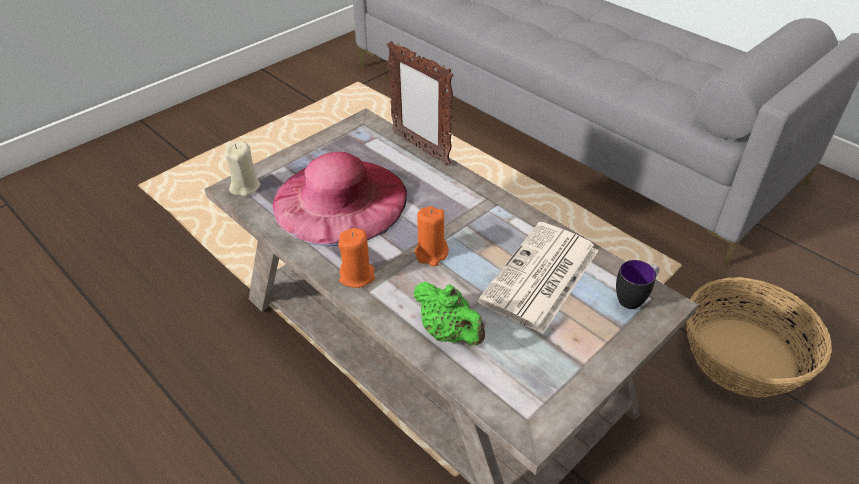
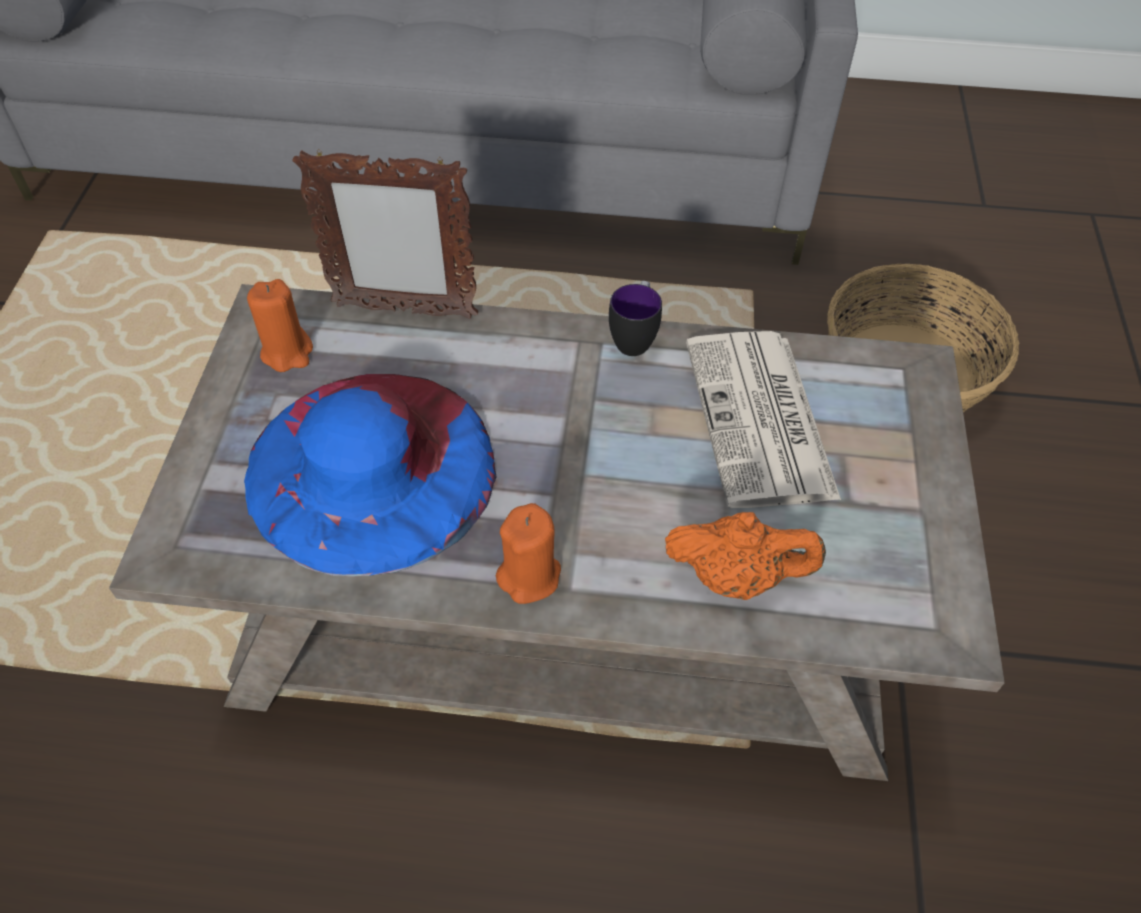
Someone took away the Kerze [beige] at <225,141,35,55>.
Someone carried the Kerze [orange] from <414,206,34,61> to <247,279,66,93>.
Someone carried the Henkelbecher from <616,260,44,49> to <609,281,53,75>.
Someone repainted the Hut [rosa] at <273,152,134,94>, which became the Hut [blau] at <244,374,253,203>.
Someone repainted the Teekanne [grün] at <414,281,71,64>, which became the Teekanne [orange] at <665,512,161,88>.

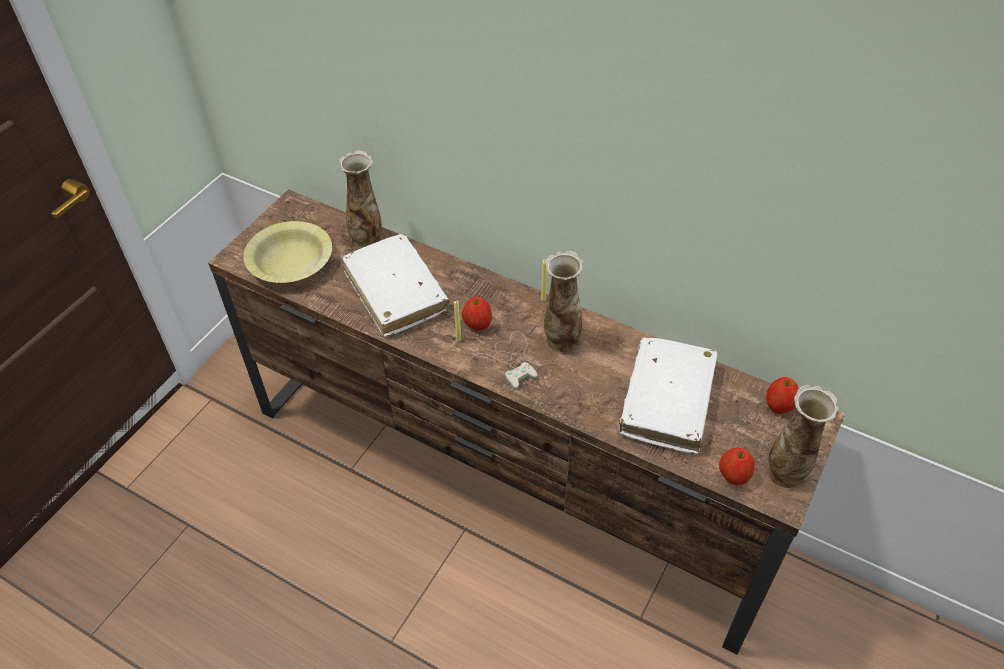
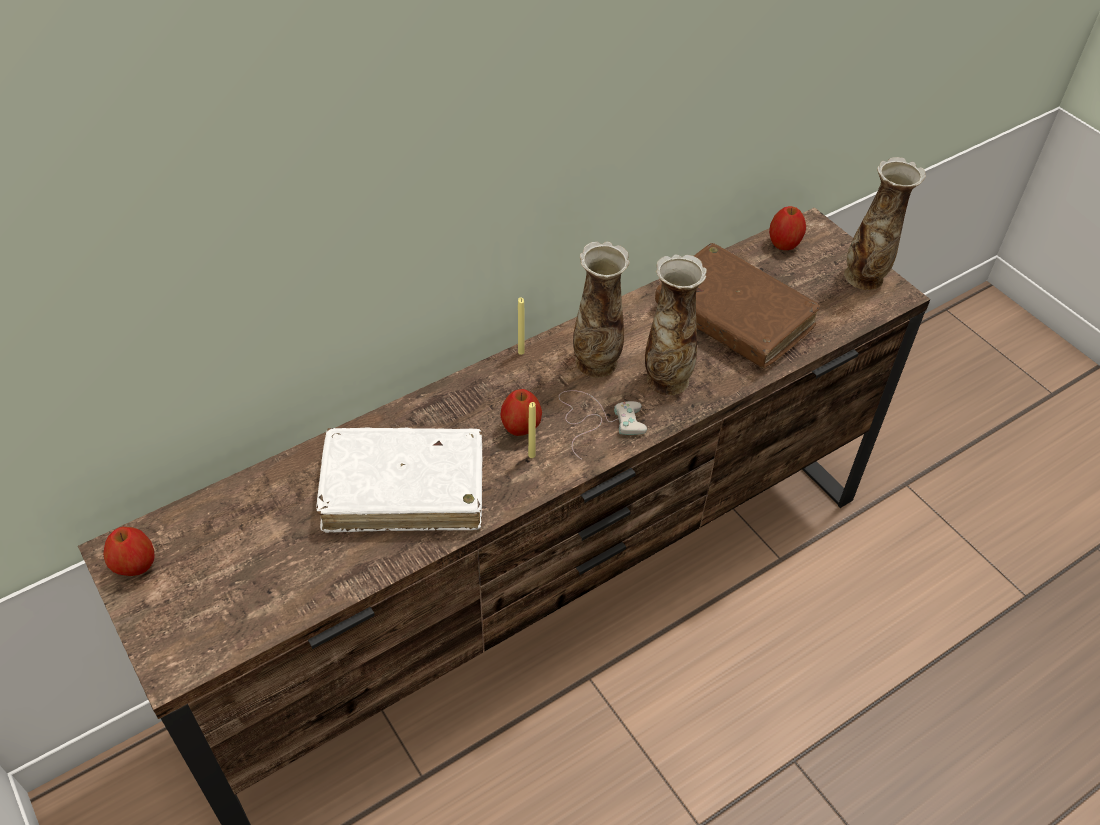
Someone took away the Schüssel [gelb] at <243,221,89,62>.
Someone carried the Vase from <338,150,44,99> to <645,255,62,140>.
Someone carried the Apfel from <719,448,36,37> to <103,527,52,49>.
Someone repainted the Buch [weiß] at <618,337,99,117>, which became the Buch [braun] at <655,243,165,125>.

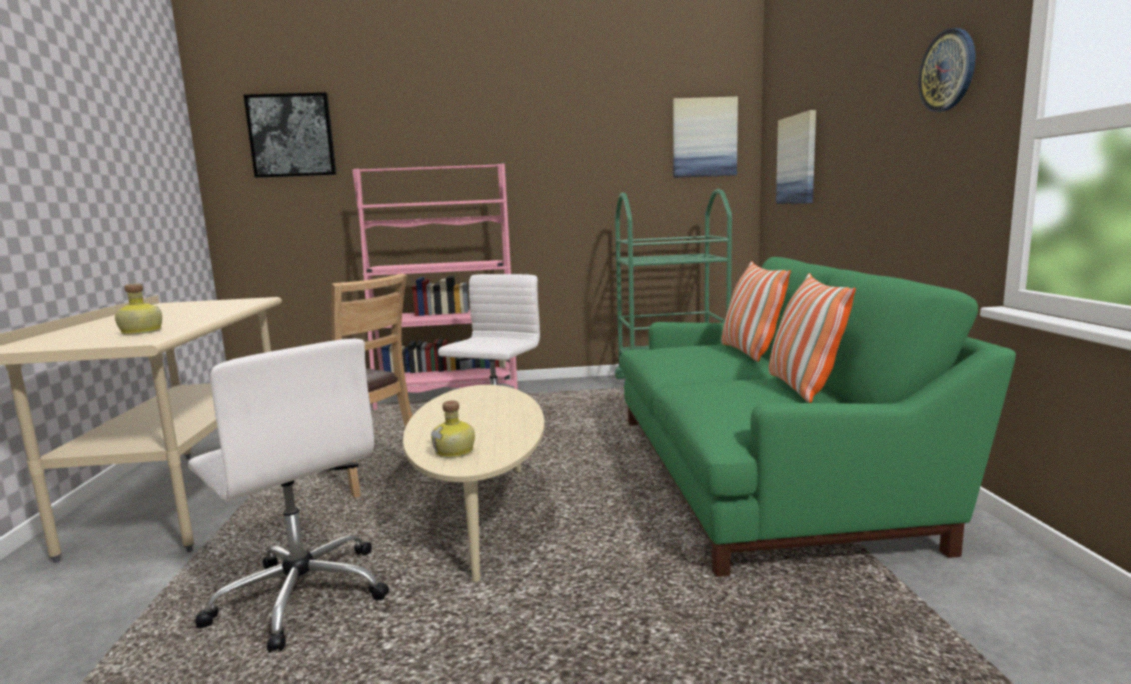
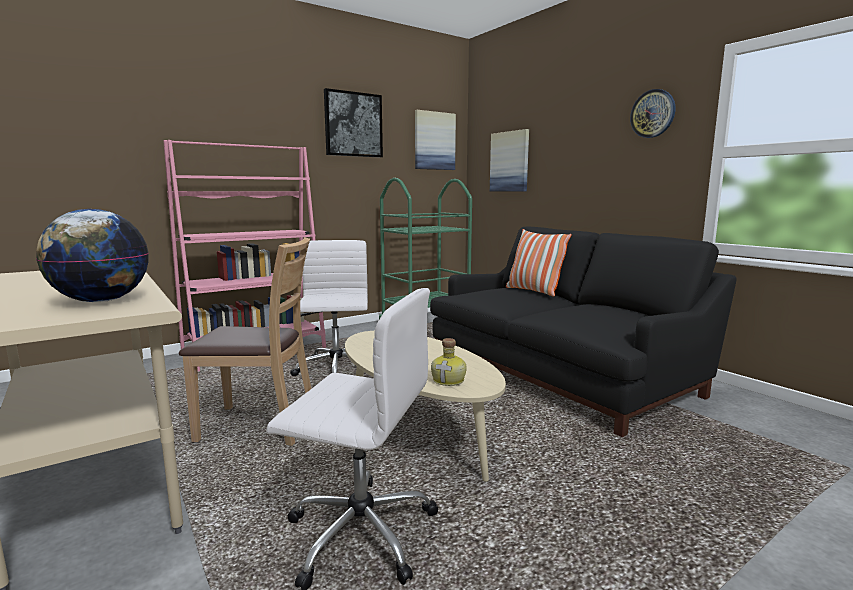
Someone took away the Kissen at <769,273,87,130>.
Someone carried the Bild from <244,92,93,86> to <324,88,59,70>.
Someone swapped the Flasche at <115,284,47,51> for the Globus at <36,209,113,93>.
Someone repainted the Sofa [grün] at <620,257,396,320>, which became the Sofa [schwarz] at <430,227,306,210>.

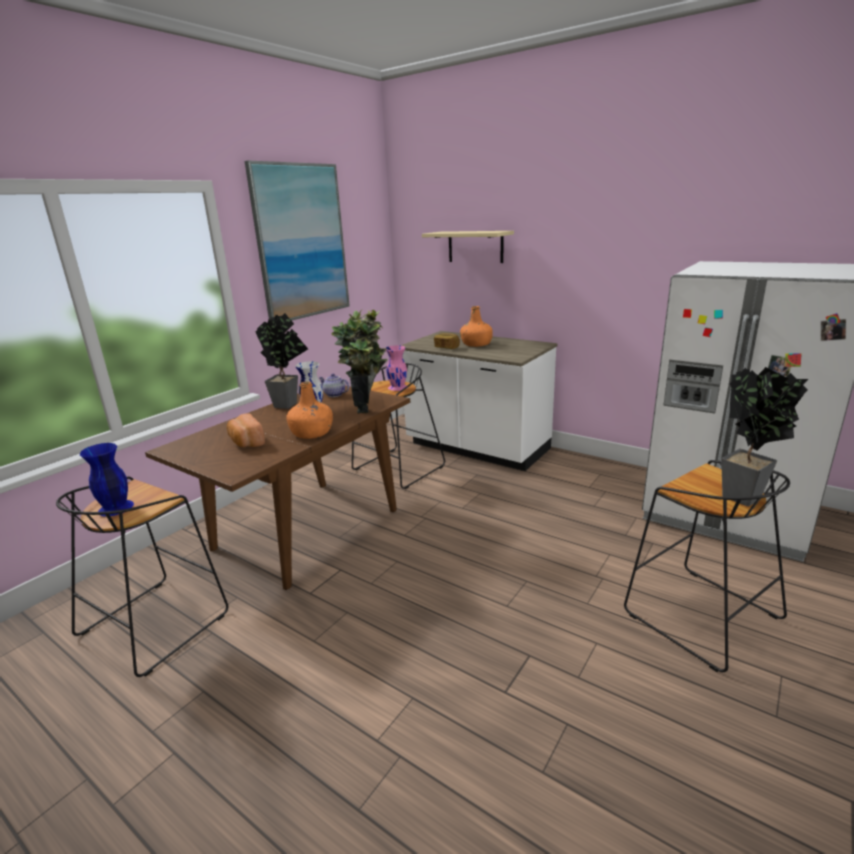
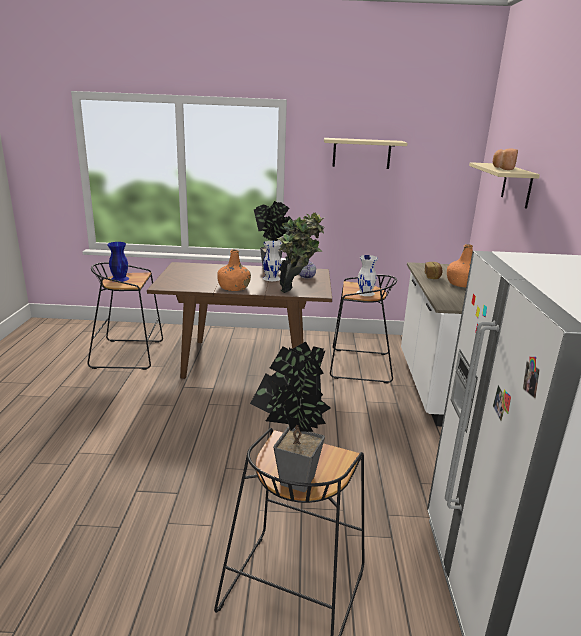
Someone carried the Brot from <227,413,38,34> to <493,149,25,21>.
Someone swapped the Bild at <245,161,105,160> for the Wandregal [beige] at <324,138,84,31>.
Someone repainted the Vase [rosa] at <386,345,21,46>, which became the Vase [weiß] at <357,255,21,41>.

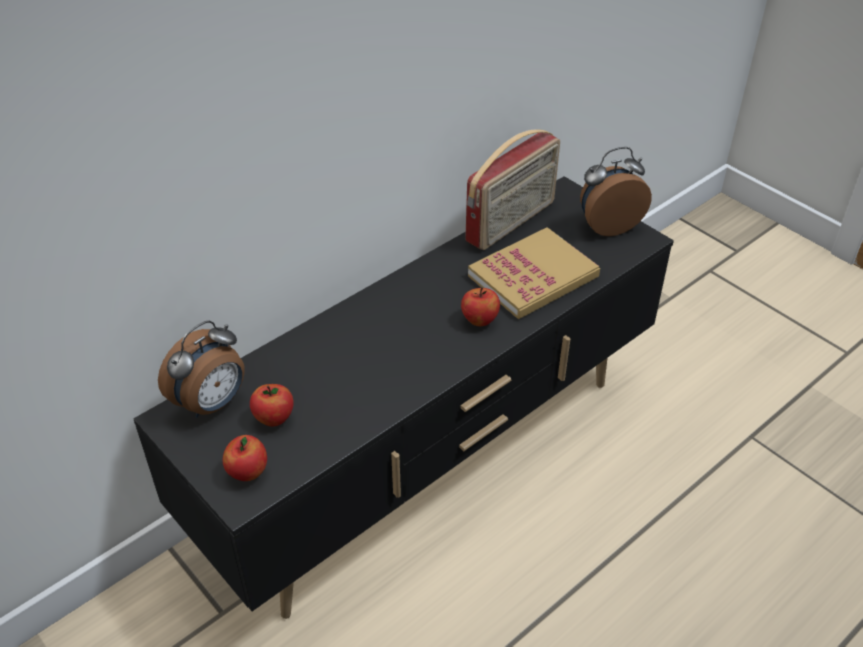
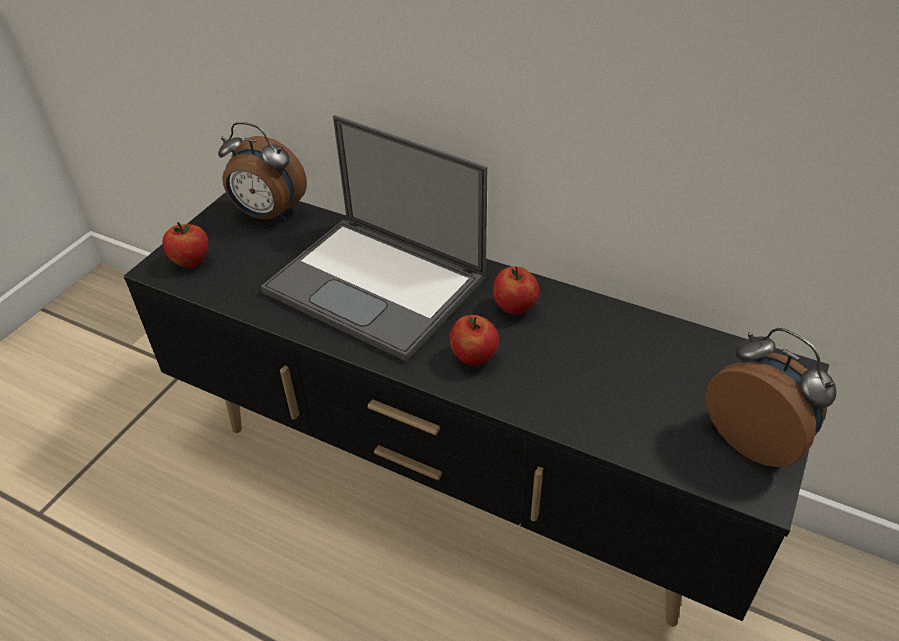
Someone took away the Radio at <465,129,95,121>.
Someone took away the Buch at <468,227,132,92>.
Someone put down the Laptop at <261,115,226,247>.
Someone carried the Apfel from <250,384,44,43> to <493,266,46,49>.

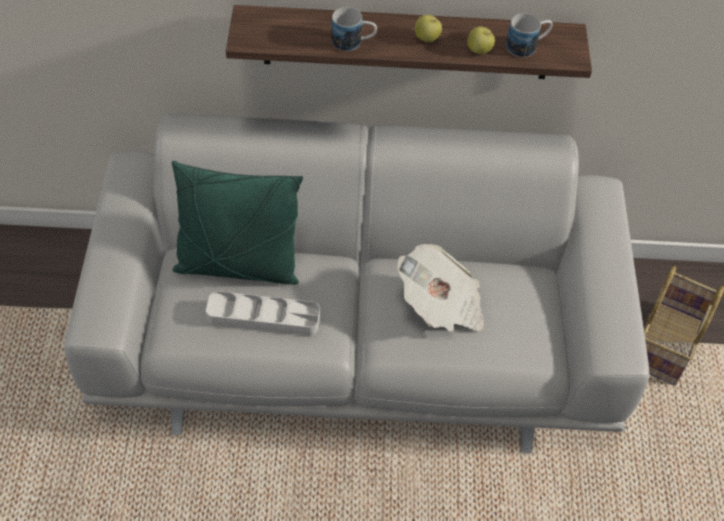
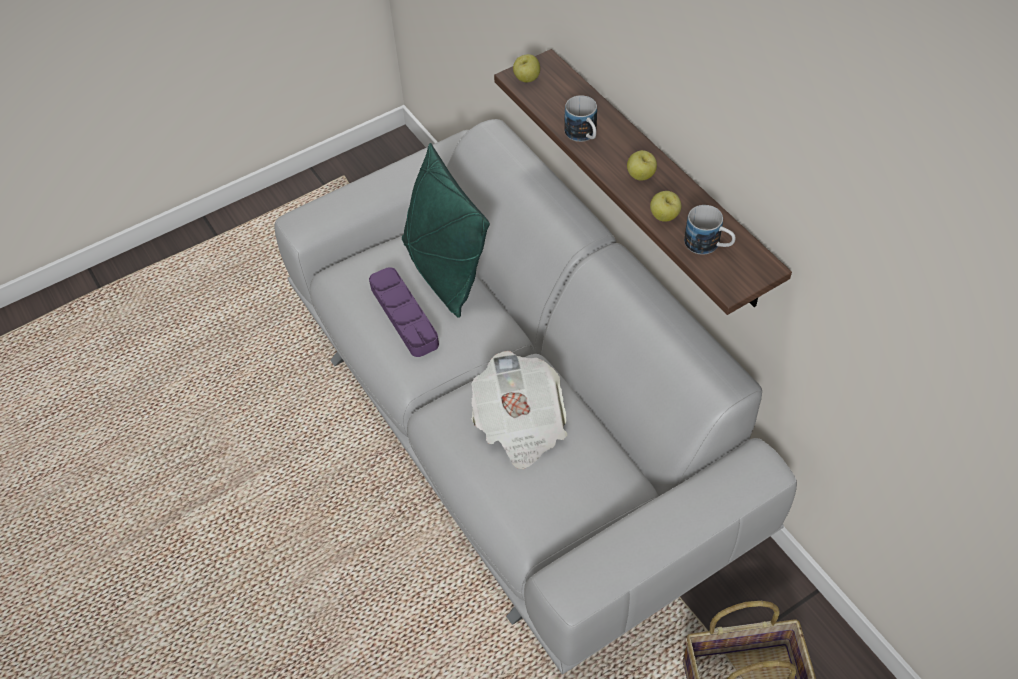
Someone put down the Apfel at <513,54,27,28>.
Someone repainted the Tablett [grau] at <206,291,114,45>, which became the Tablett [lila] at <369,267,70,90>.

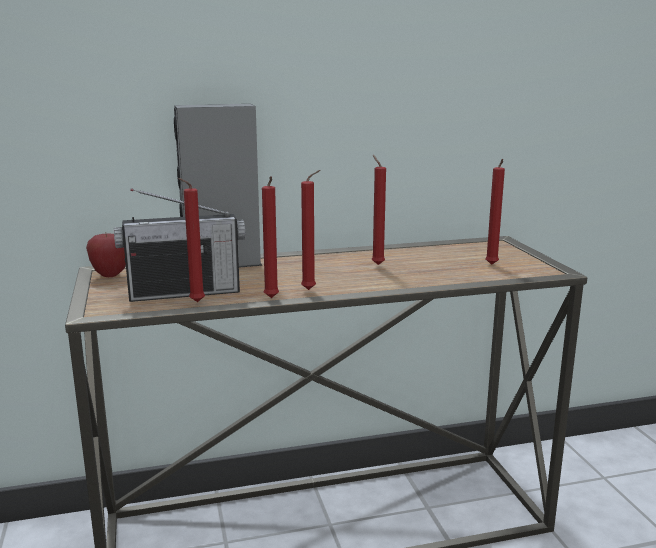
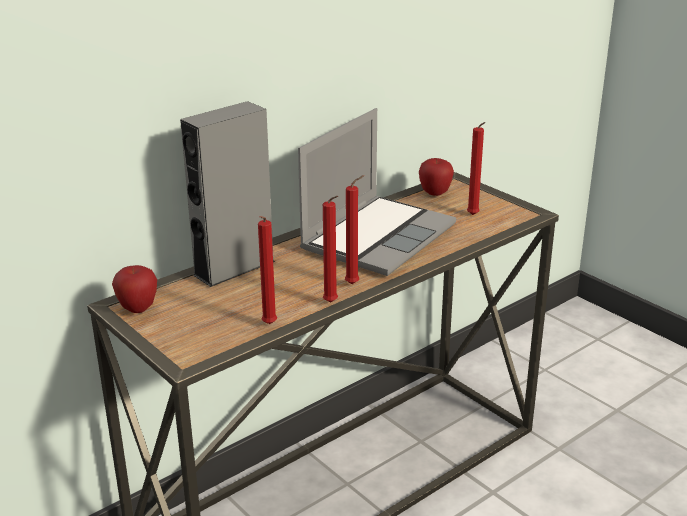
Someone took away the Radio at <114,188,131,114>.
Someone put down the Apfel at <419,158,35,38>.
Someone swapped the Kerze [rot] at <372,155,14,110> for the Laptop at <298,108,158,168>.

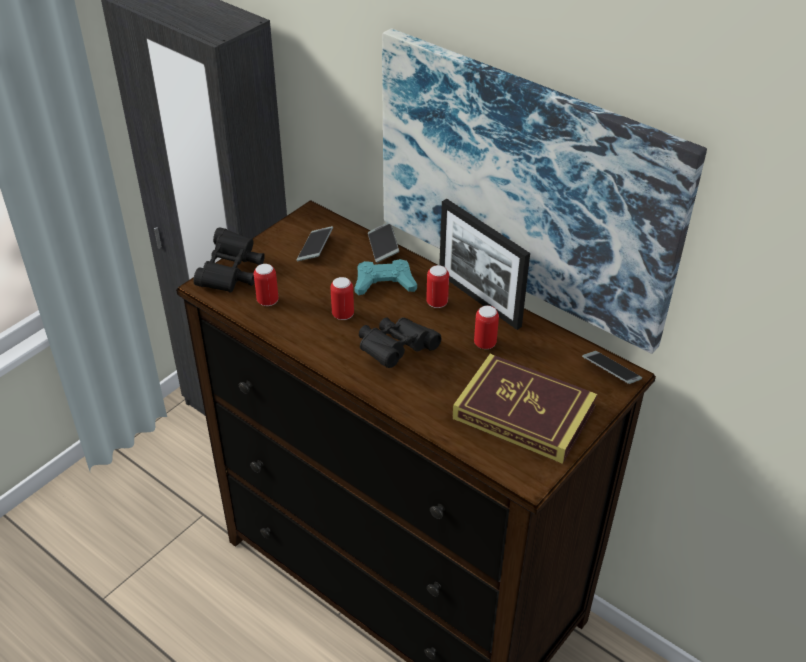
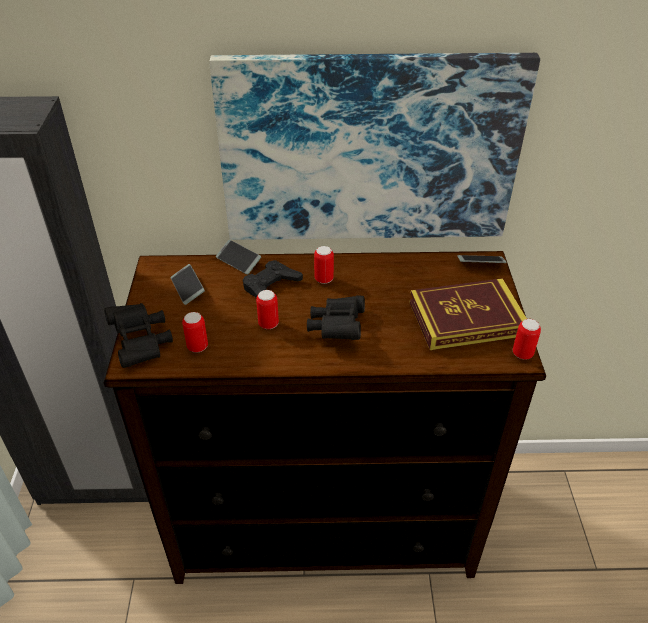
Someone took away the Bilderrahmen at <439,199,91,131>.
Someone carried the Dose from <474,306,25,43> to <513,319,28,41>.
Someone repainted the Gamepad [türkis] at <355,259,62,36>, which became the Gamepad [schwarz] at <243,260,60,38>.

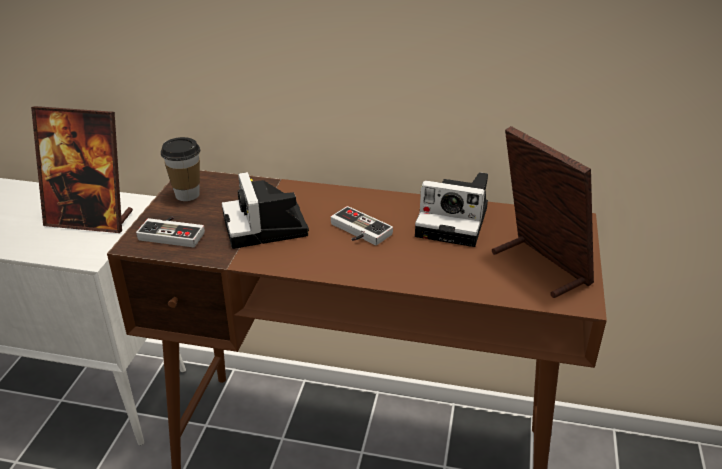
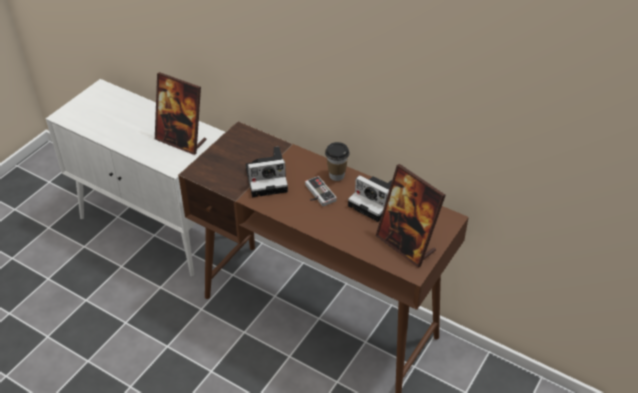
Someone took away the Gamepad at <136,216,69,31>.
Someone carried the Tasse from <161,137,39,64> to <325,142,25,39>.
Someone rotated the Kamera at <222,172,87,77> by 105 degrees counterclockwise.
Someone rotated the Bilderrahmen at <492,126,102,172> by 150 degrees clockwise.

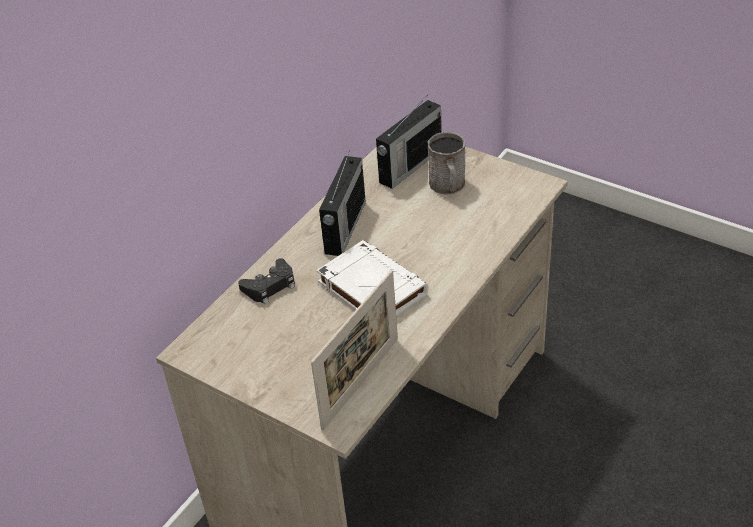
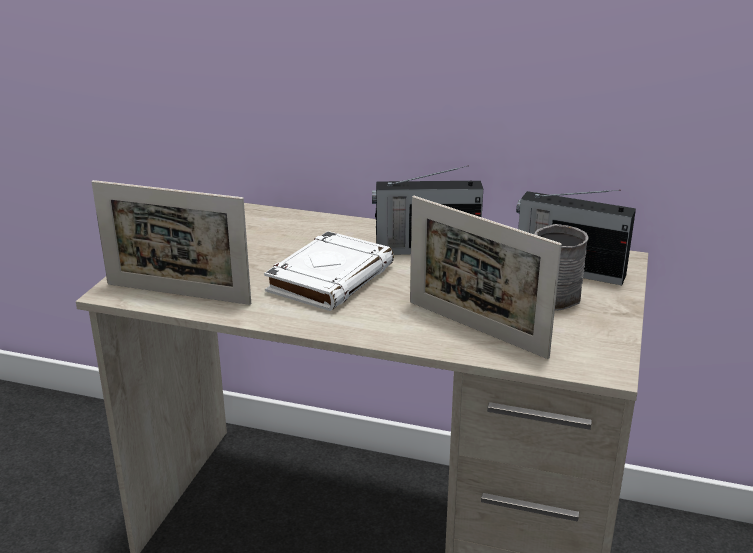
Someone took away the Gamepad [schwarz] at <238,258,57,46>.
Someone put down the Bilderrahmen at <410,196,152,163>.

